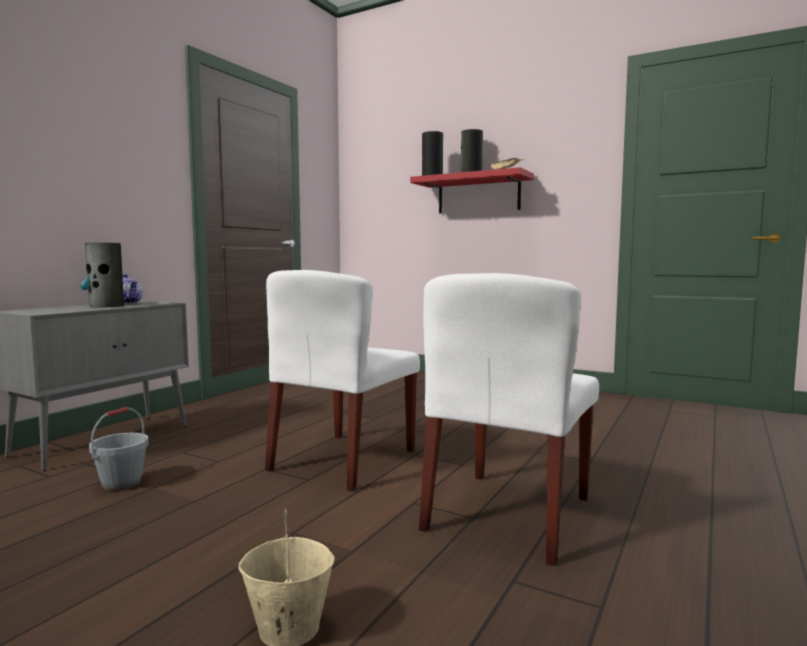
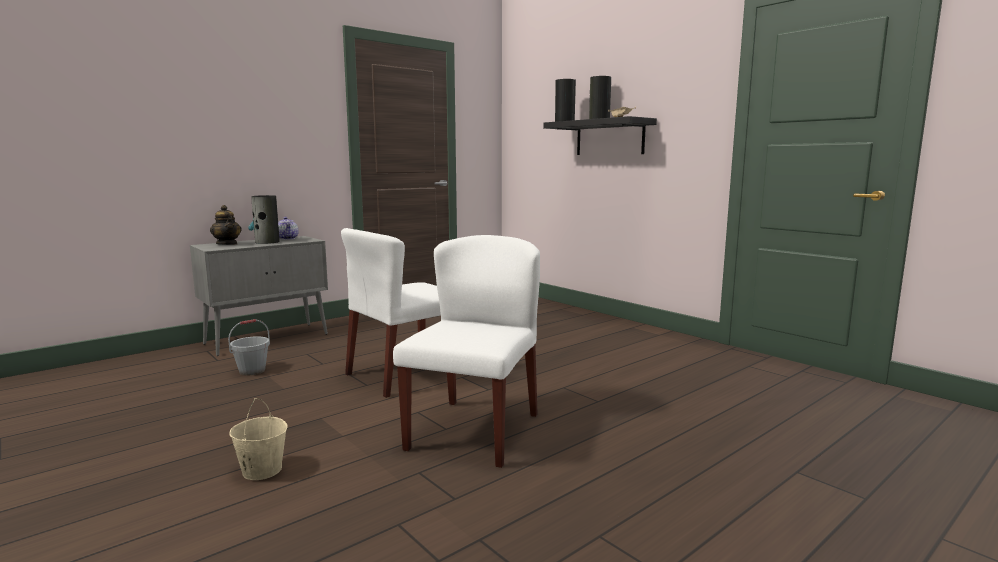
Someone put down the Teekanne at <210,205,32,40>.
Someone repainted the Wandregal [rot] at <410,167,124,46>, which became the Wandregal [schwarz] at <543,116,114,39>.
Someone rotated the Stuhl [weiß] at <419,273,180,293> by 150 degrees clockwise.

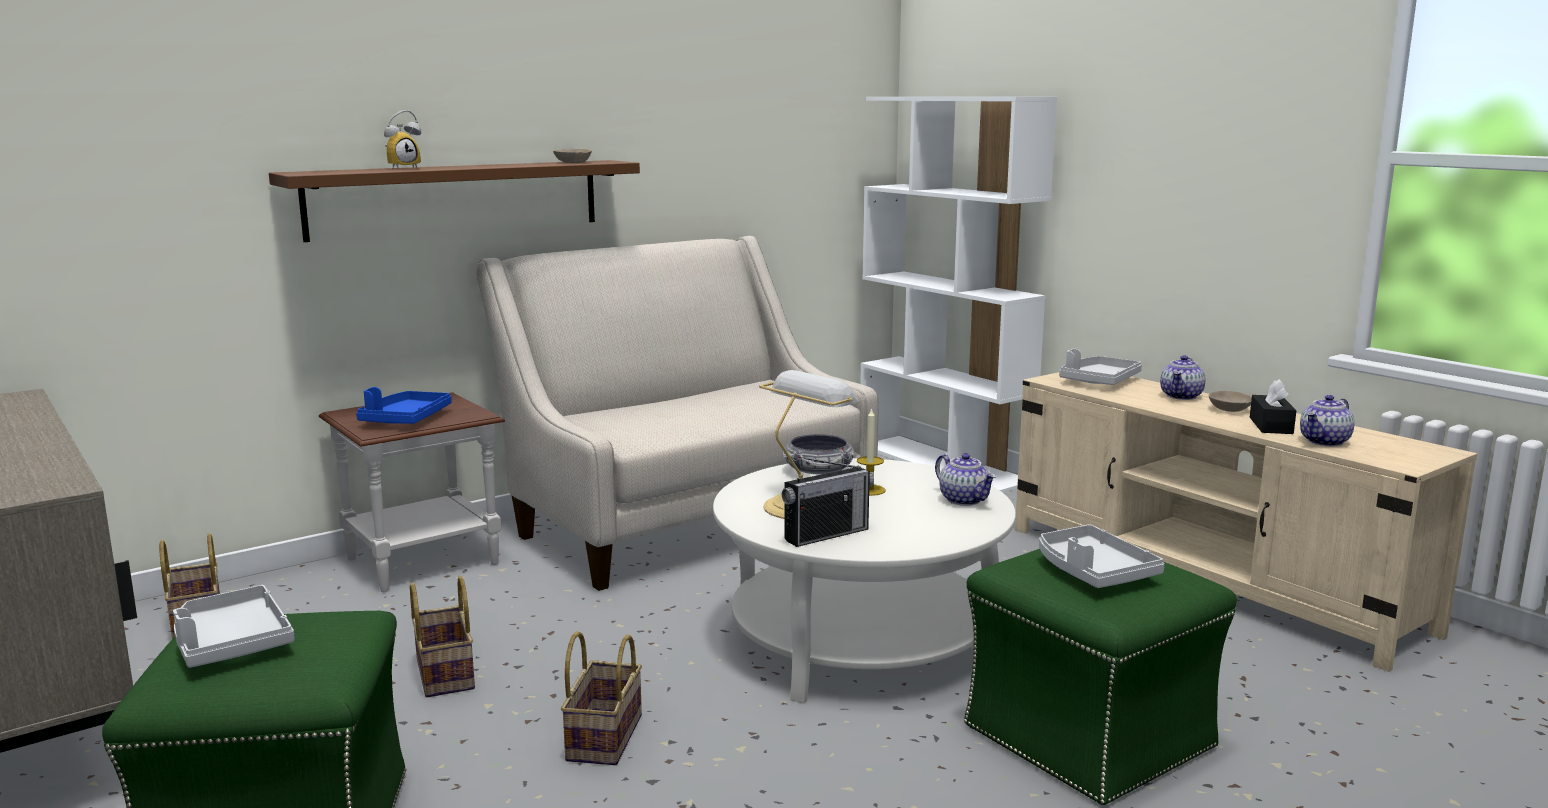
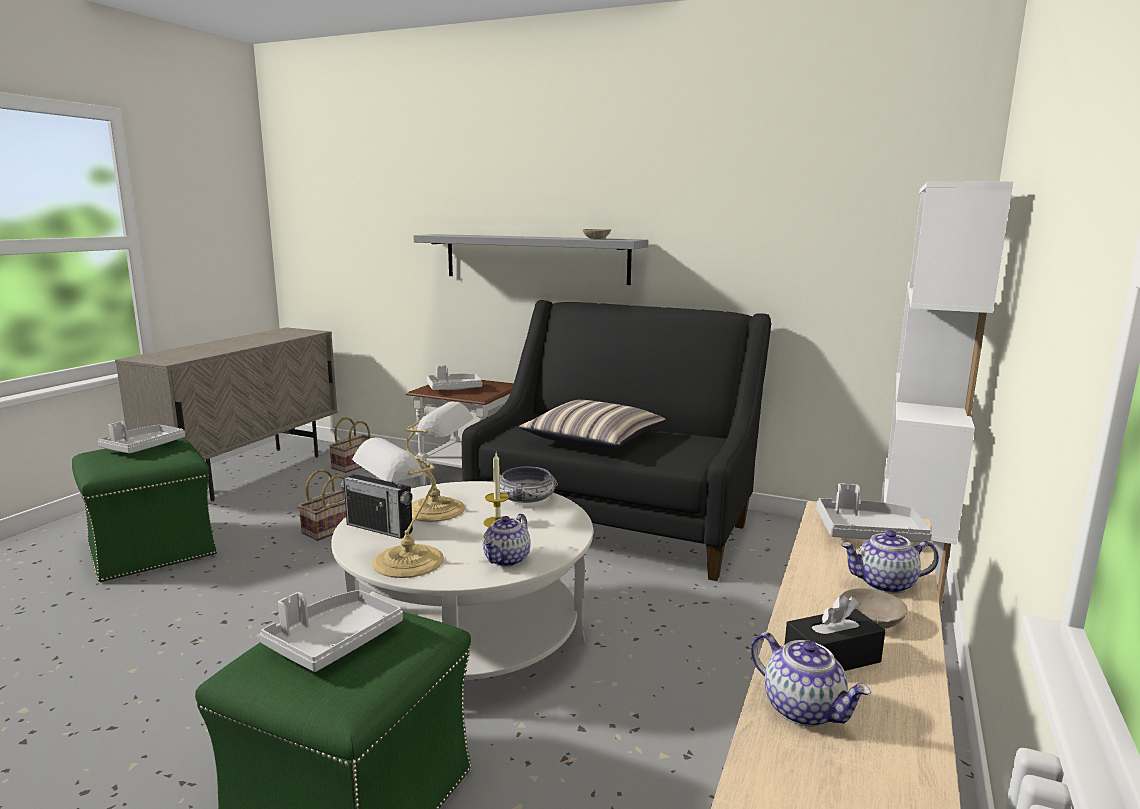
Someone took away the Wecker at <384,110,37,59>.
Someone took away the Korb at <561,631,81,134>.
Someone put down the Tischlampe at <352,437,92,141>.
Someone put down the Kissen at <519,400,147,50>.
Someone repainted the Wandregal [braun] at <269,160,371,82>, which became the Wandregal [grau] at <414,234,234,51>.
Someone repainted the Tablett [blau] at <356,387,96,37>, which became the Tablett [grau] at <427,366,55,24>.
Someone repainted the Sofa [beige] at <476,236,403,355>, which became the Sofa [schwarz] at <462,300,309,281>.
Someone rotated the Teekanne at <1300,395,54,51> by 150 degrees counterclockwise.

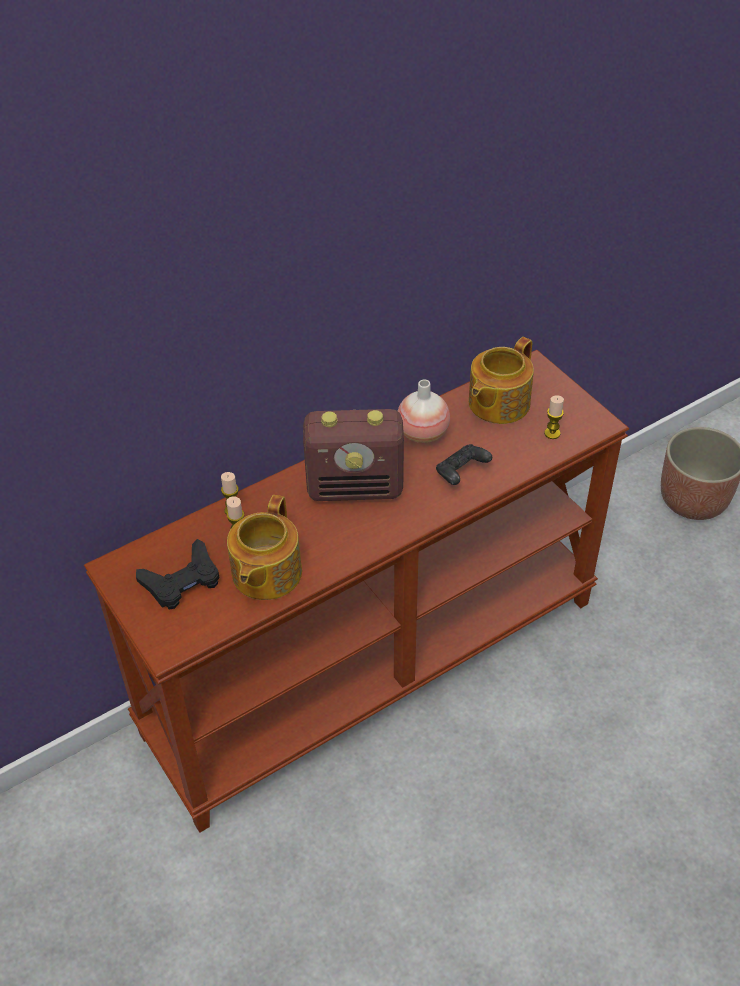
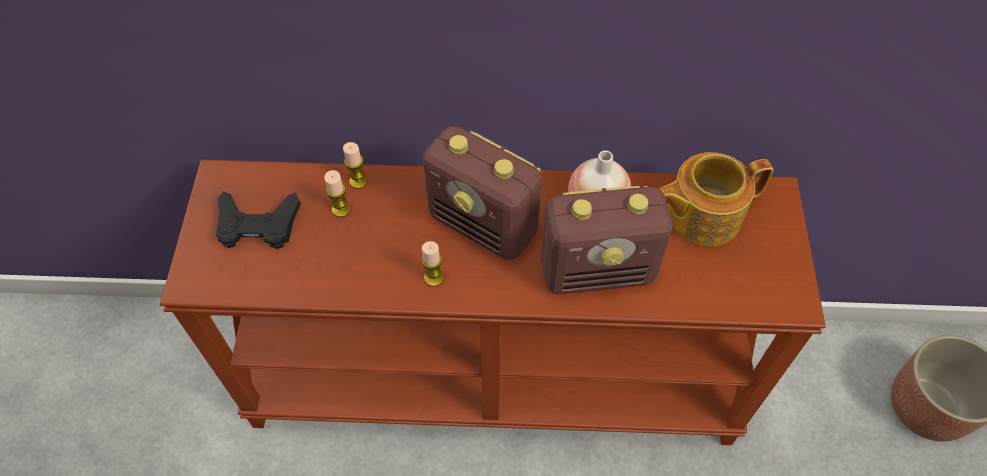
Someone took away the Teekanne at <227,495,75,105>.
Someone carried the Kerze from <544,395,20,44> to <421,241,23,46>.
Someone swapped the Gamepad [schwarz] at <436,444,56,41> for the Radio at <541,186,131,108>.

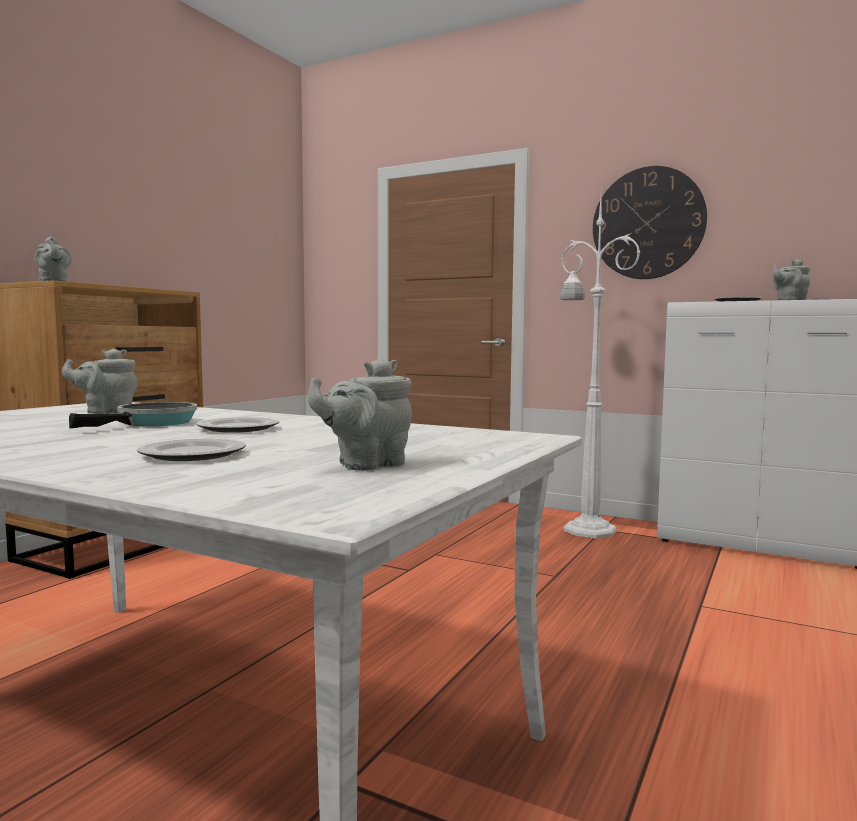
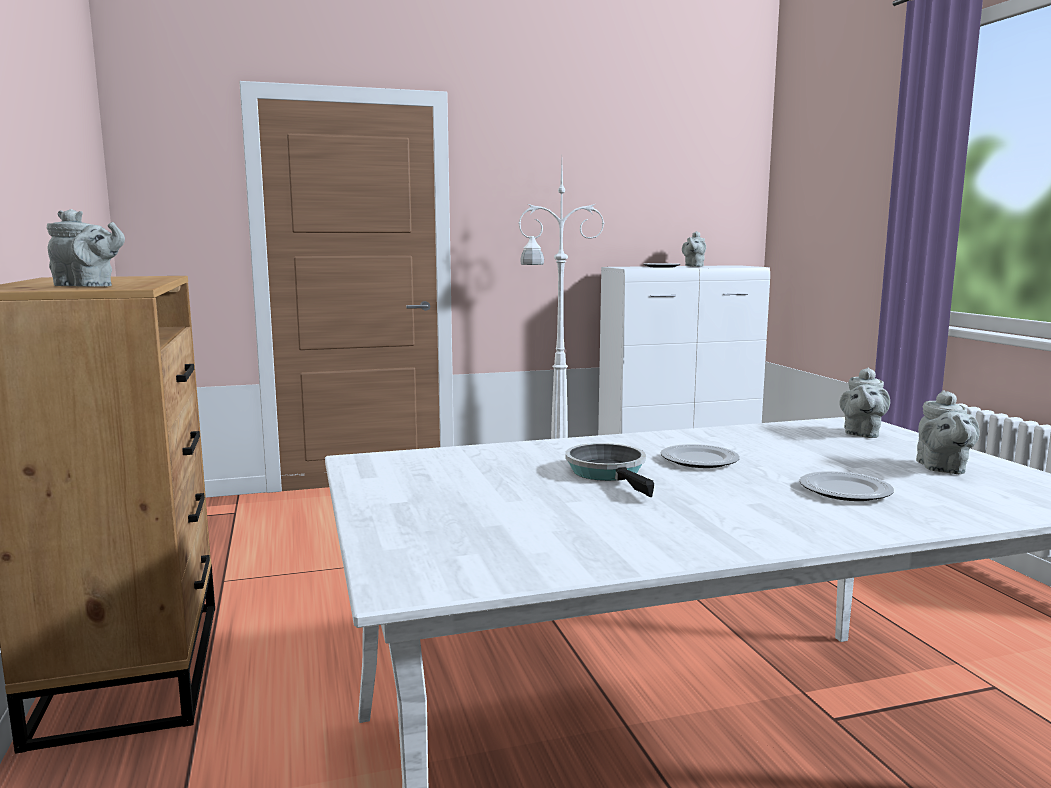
Someone took away the Wanduhr at <593,166,114,113>.
Someone carried the Teekanne [grau] from <62,348,76,66> to <839,368,51,70>.

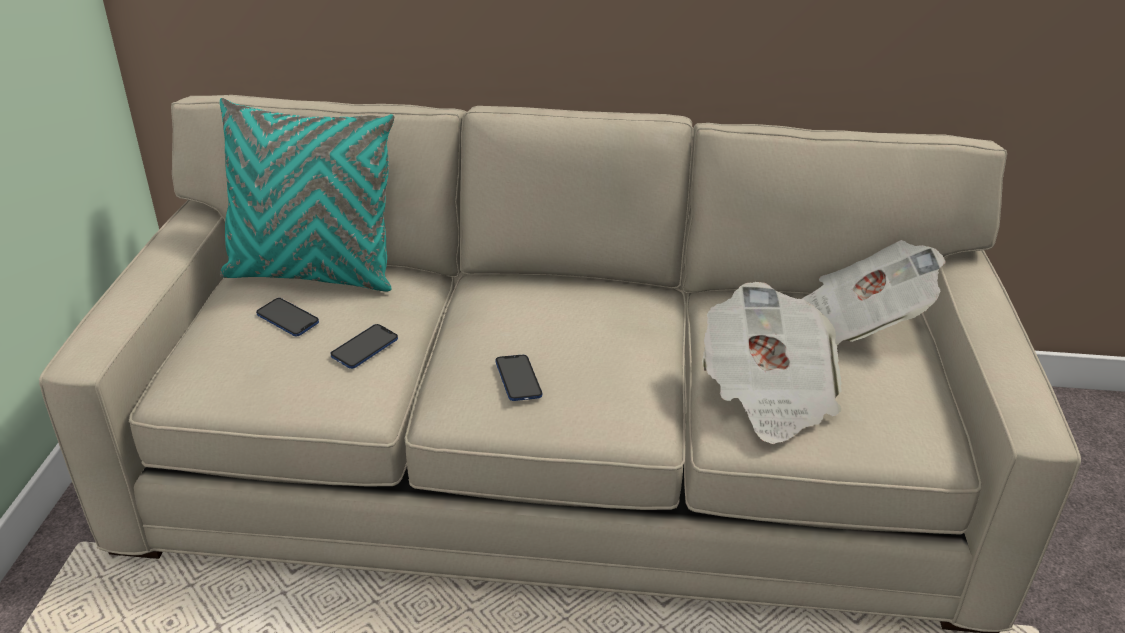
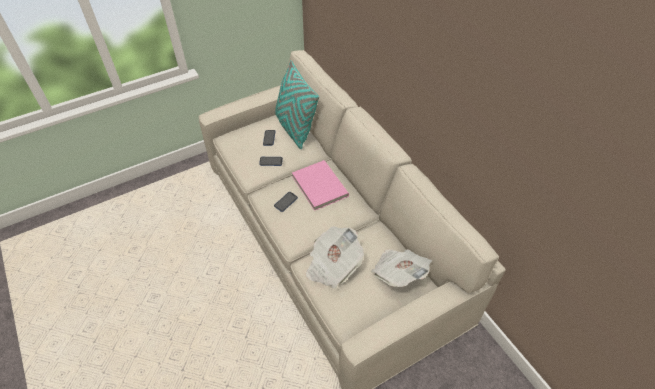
Someone put down the Buch [rosa] at <292,160,57,51>.

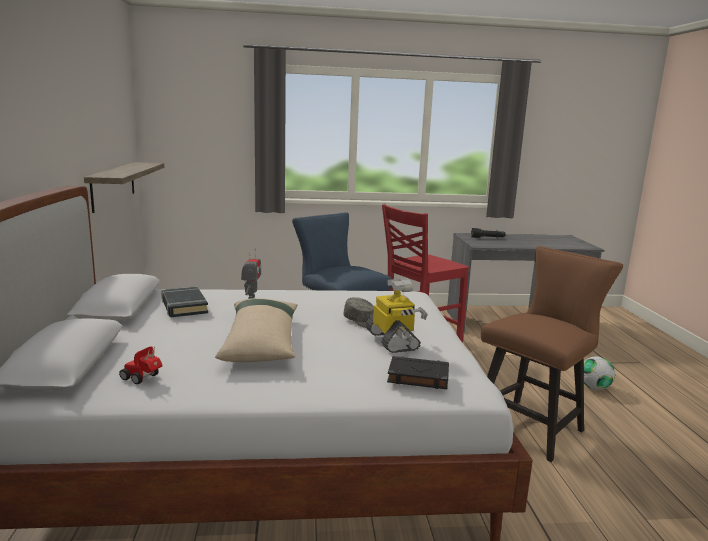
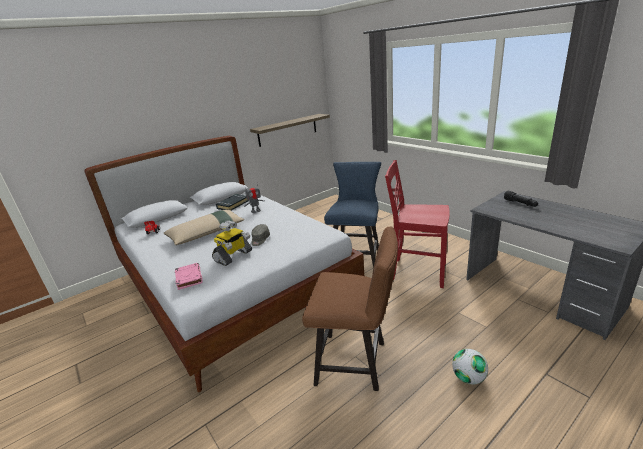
Someone repainted the Buch [schwarz] at <387,356,62,33>, which became the Buch [rosa] at <175,263,28,27>.

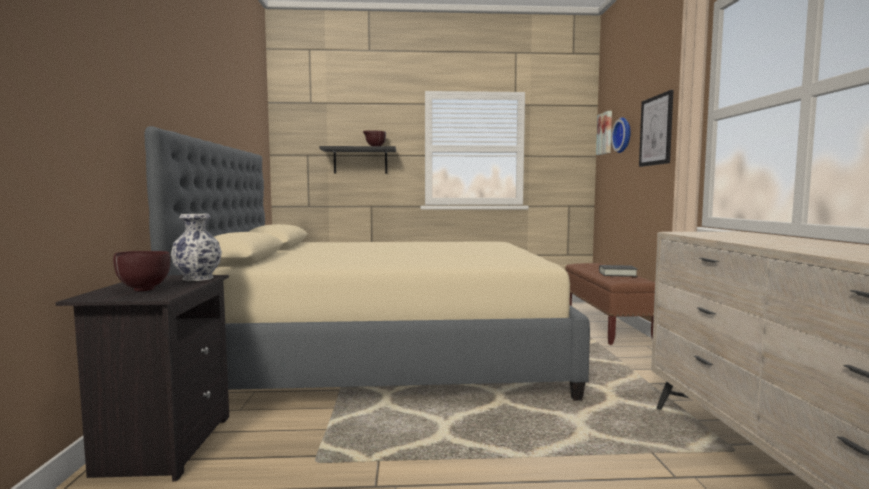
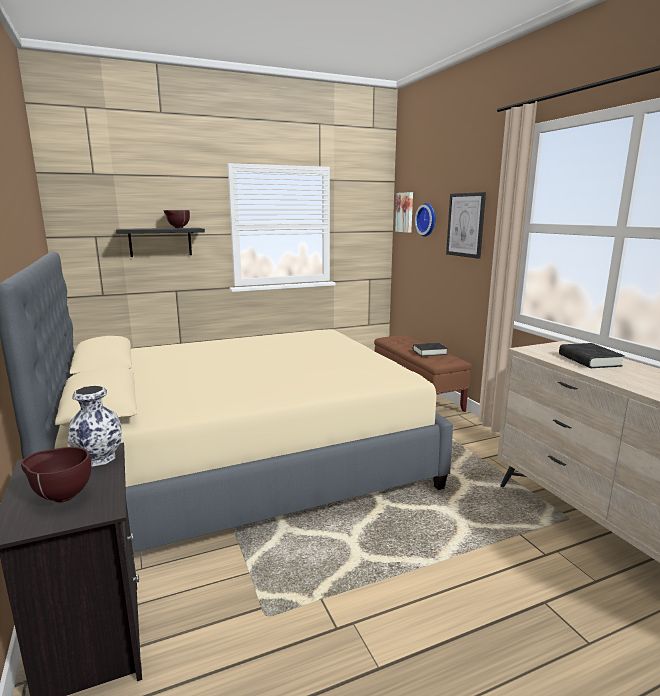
Someone put down the Buch [schwarz] at <559,343,66,25>.

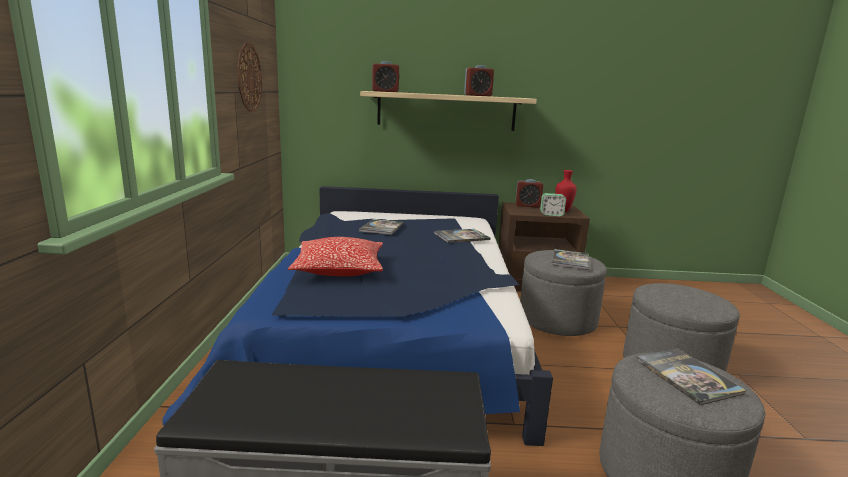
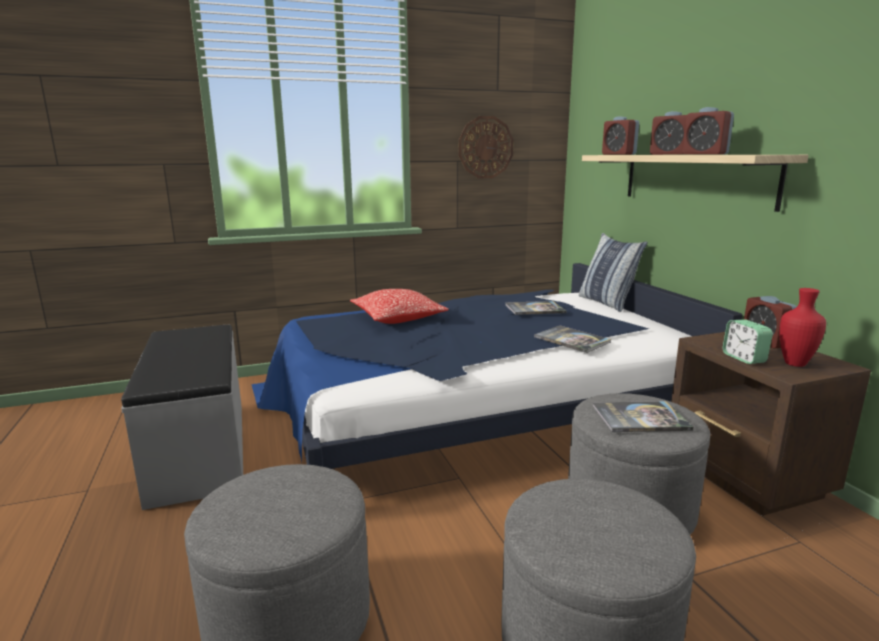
Someone took away the Buch at <635,348,111,57>.
Someone put down the Kissen at <579,233,69,79>.
Someone put down the Wecker at <650,111,37,44>.

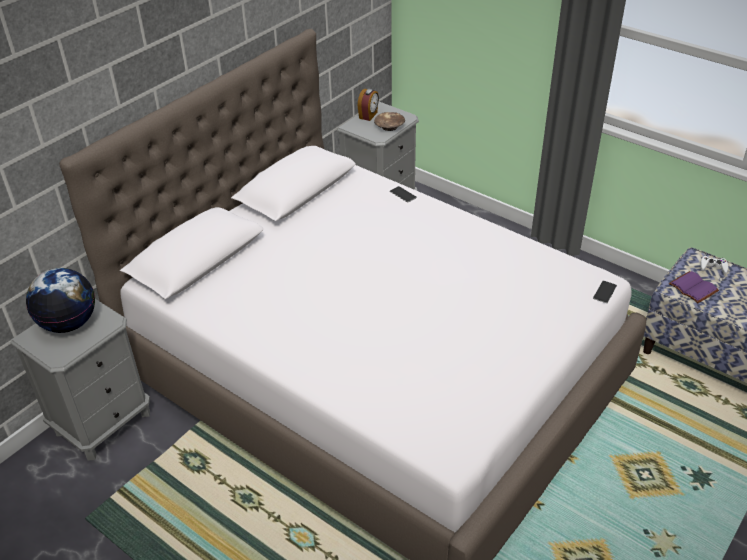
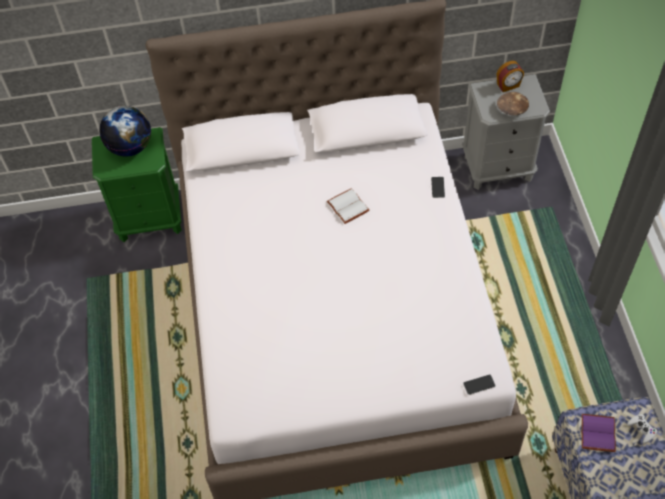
Someone put down the Buch [weiß] at <327,188,43,36>.
Someone repainted the Nachttisch [grau] at <11,299,139,162>, which became the Nachttisch [grün] at <92,127,90,115>.

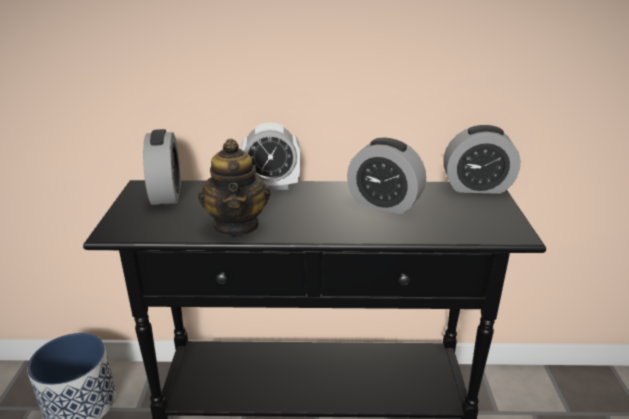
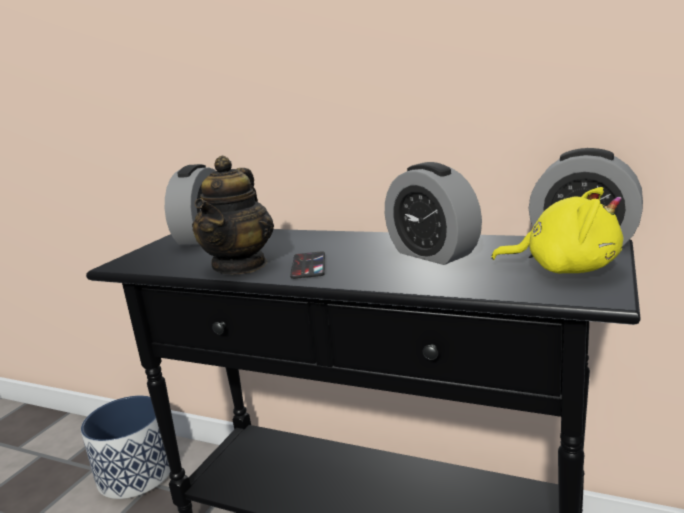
Someone took away the Wecker at <241,123,60,67>.
Someone put down the Handy at <290,251,35,28>.
Someone put down the Plüschtier [gelb] at <491,187,132,86>.

